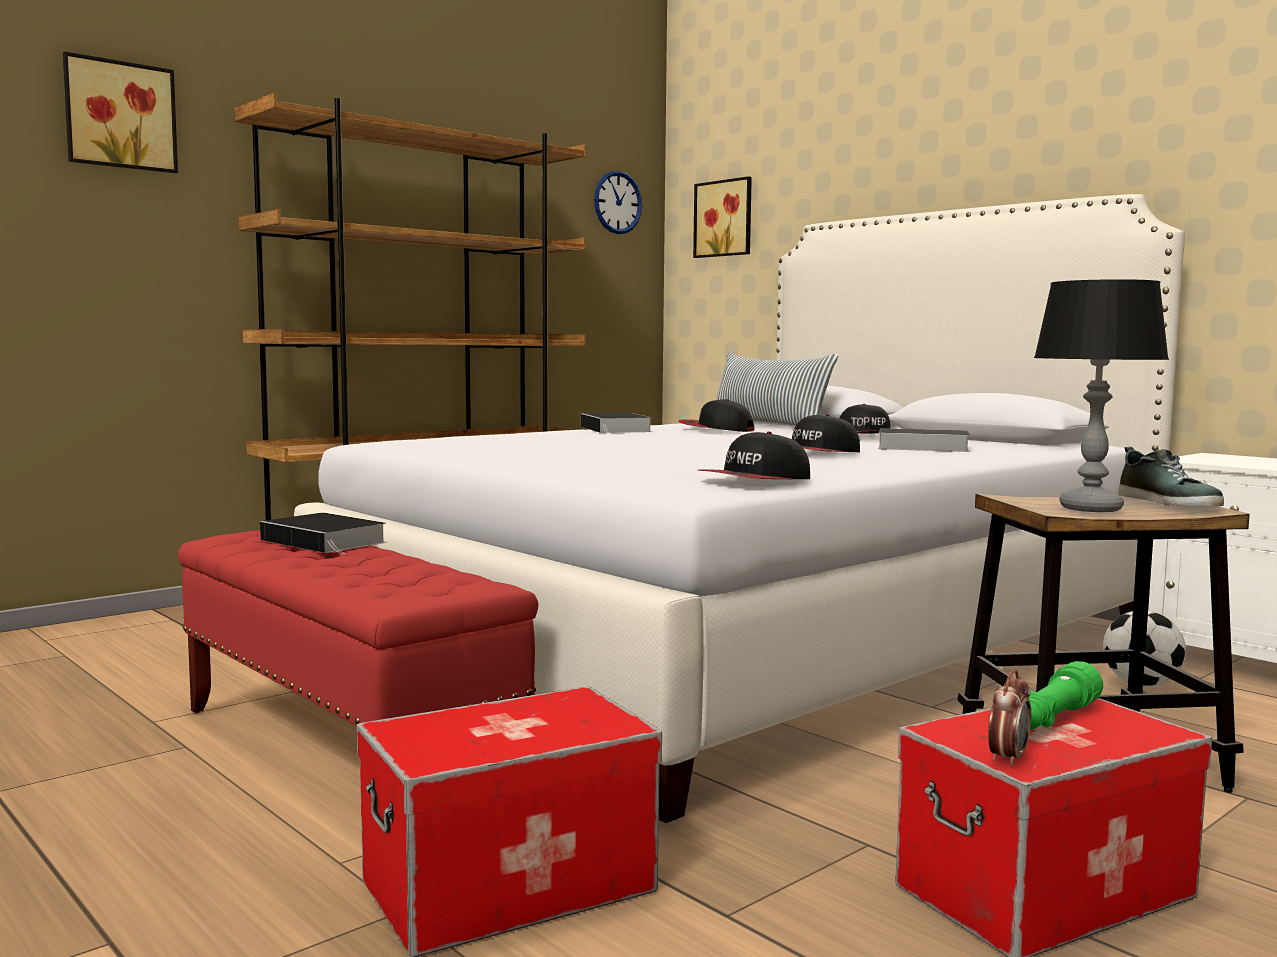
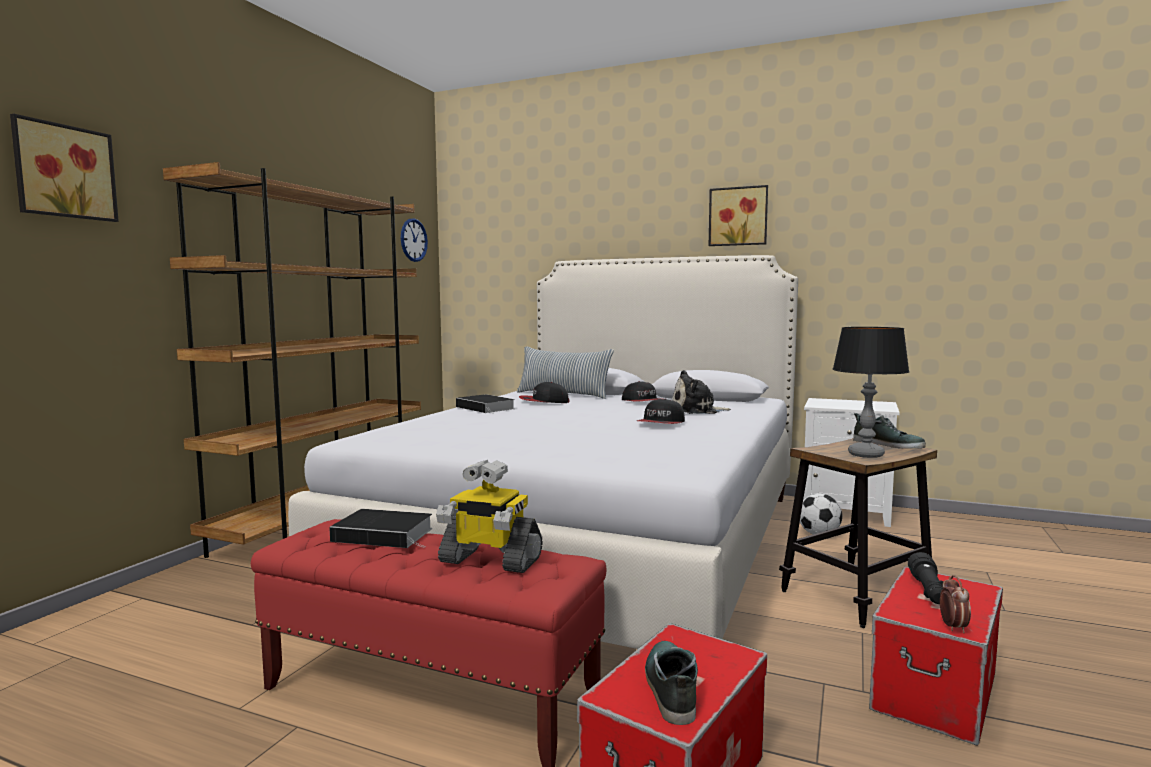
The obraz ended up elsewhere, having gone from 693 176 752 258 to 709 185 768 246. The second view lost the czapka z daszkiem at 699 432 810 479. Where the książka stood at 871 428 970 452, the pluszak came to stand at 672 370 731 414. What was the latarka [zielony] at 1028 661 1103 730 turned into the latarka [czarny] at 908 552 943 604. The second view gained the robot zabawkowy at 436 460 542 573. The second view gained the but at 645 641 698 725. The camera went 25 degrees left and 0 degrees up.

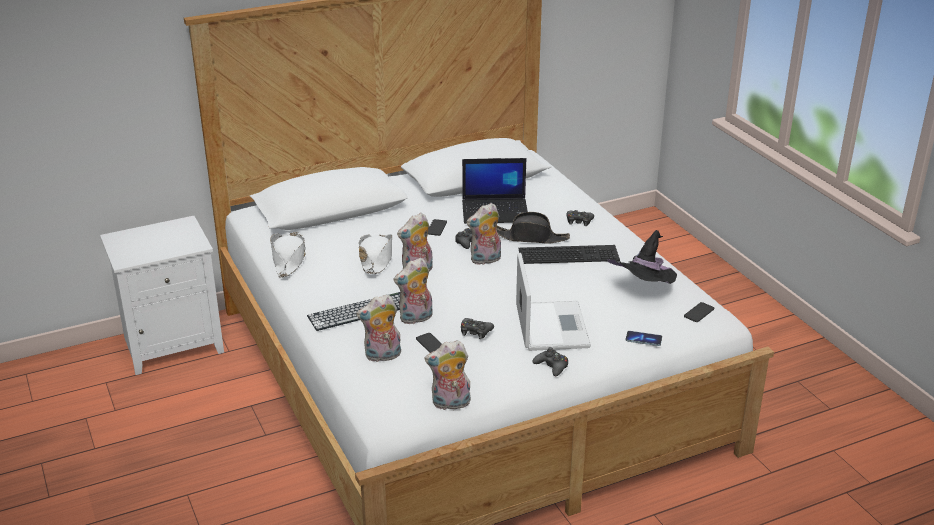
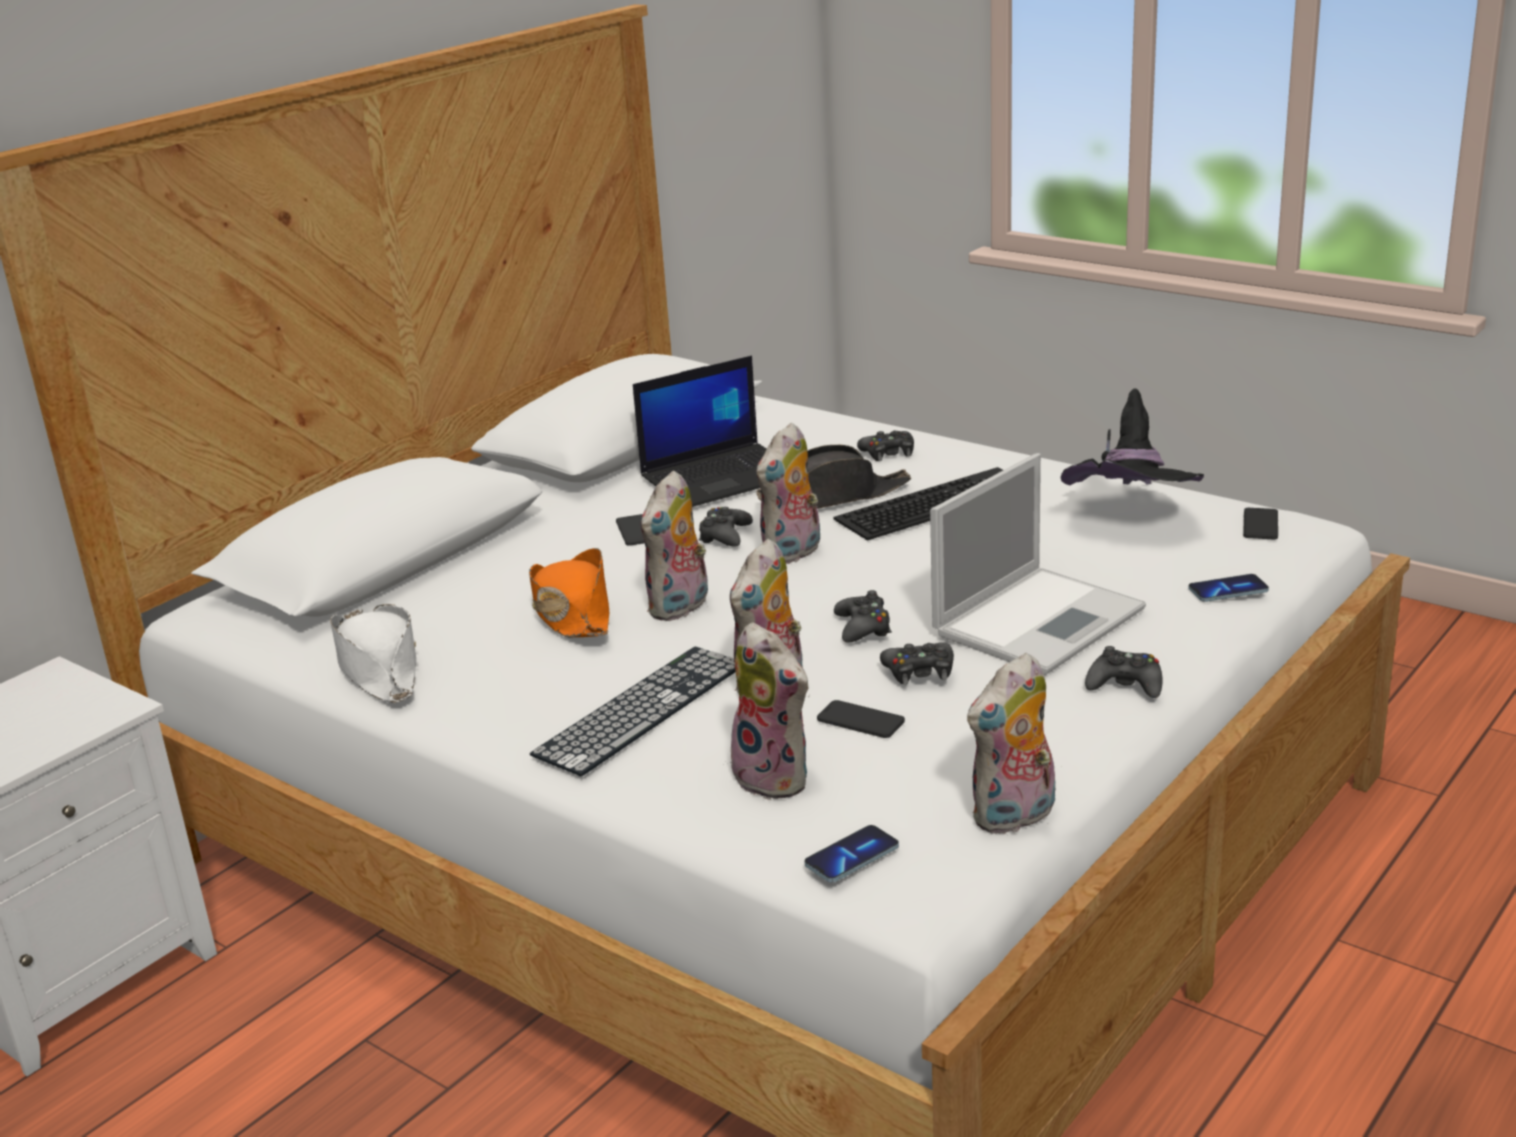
The pluszak at 356 294 401 362 ended up facing another way, 90 degrees counterclockwise from before. What was the kapelusz [biały] at 359 234 392 274 turned into the kapelusz [pomarańczowy] at 529 548 609 638. The laptop at 516 253 591 351 ended up facing another way, 75 degrees clockwise from before. The second view gained the telefon at 805 825 899 882. The second view gained the pad do gier [czarny] at 834 590 892 643. The camera went 25 degrees left and 5 degrees down.

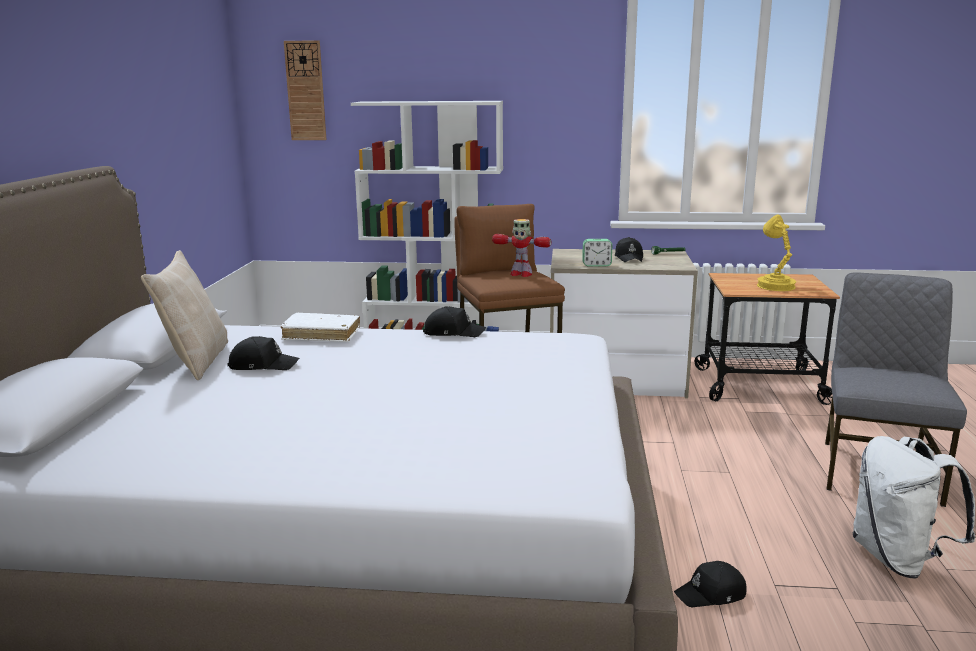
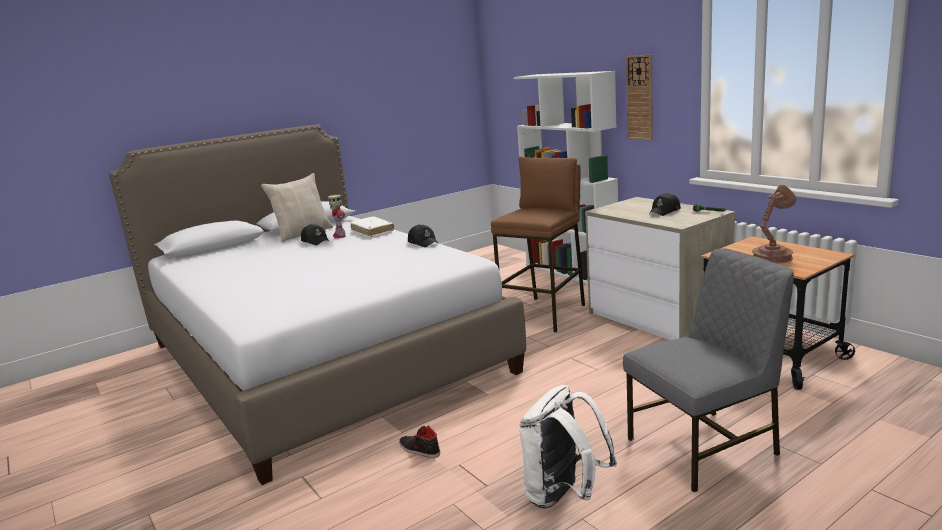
The zegar ścienny ended up elsewhere, having gone from 284 40 326 140 to 626 54 653 140. The robot zabawkowy ended up elsewhere, having gone from 492 219 551 277 to 328 195 346 238. The second view lost the budzik at 582 239 612 267. Where the czapka z daszkiem [czarny] stood at 674 561 747 607, the but [czarny] came to stand at 399 425 440 458. What was the lampa stołowa [żółty] at 757 215 796 291 turned into the lampa stołowa [brązowy] at 752 185 796 263. The camera went 50 degrees right and 0 degrees up.

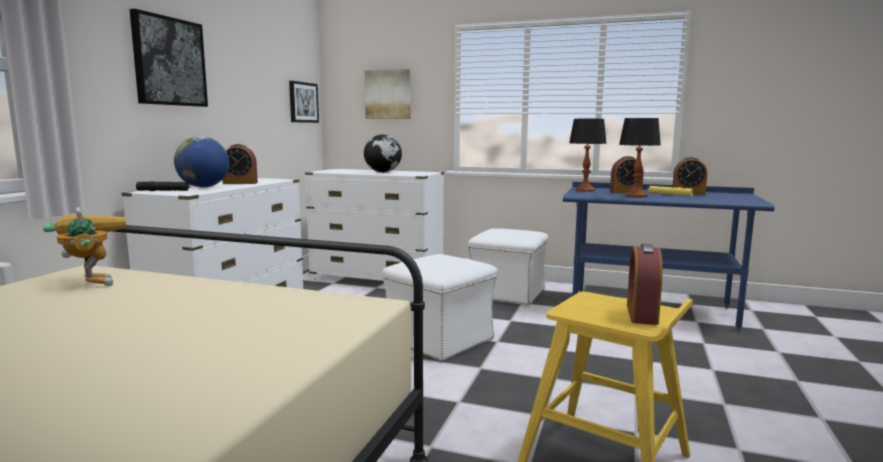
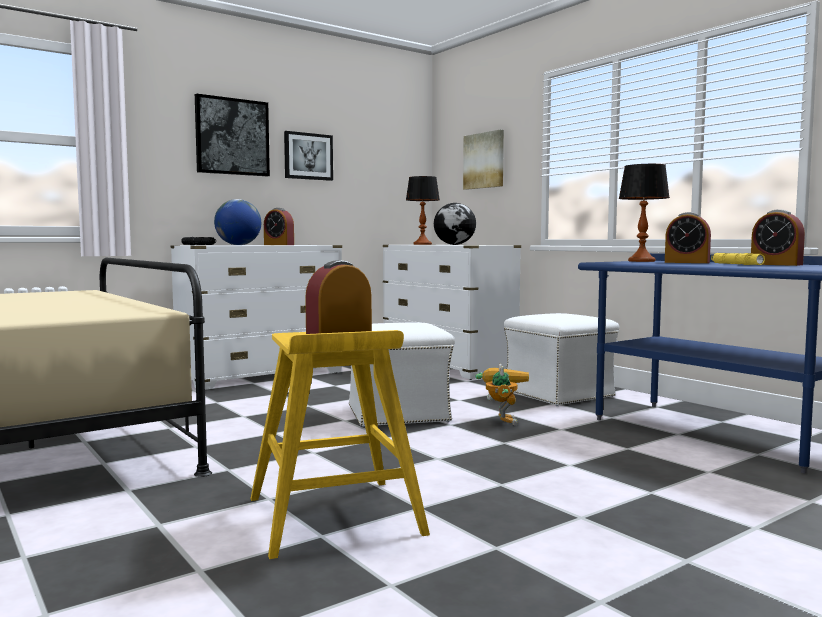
The robot zabawkowy ended up elsewhere, having gone from 43 207 127 286 to 475 363 529 426. The obraz ended up elsewhere, having gone from 289 81 319 123 to 284 131 333 181. The lampa stołowa ended up elsewhere, having gone from 619 118 661 197 to 406 176 440 245. The camera went 35 degrees right and 5 degrees down.

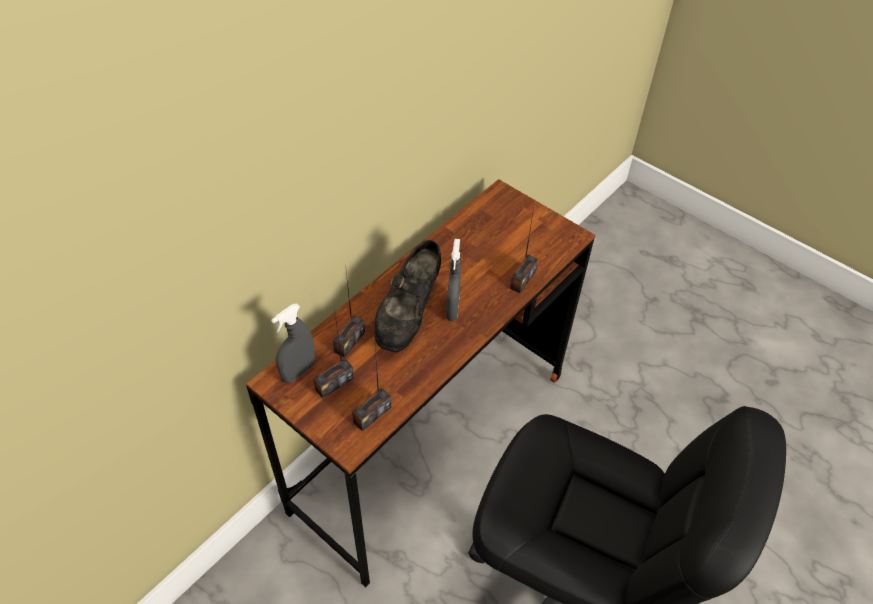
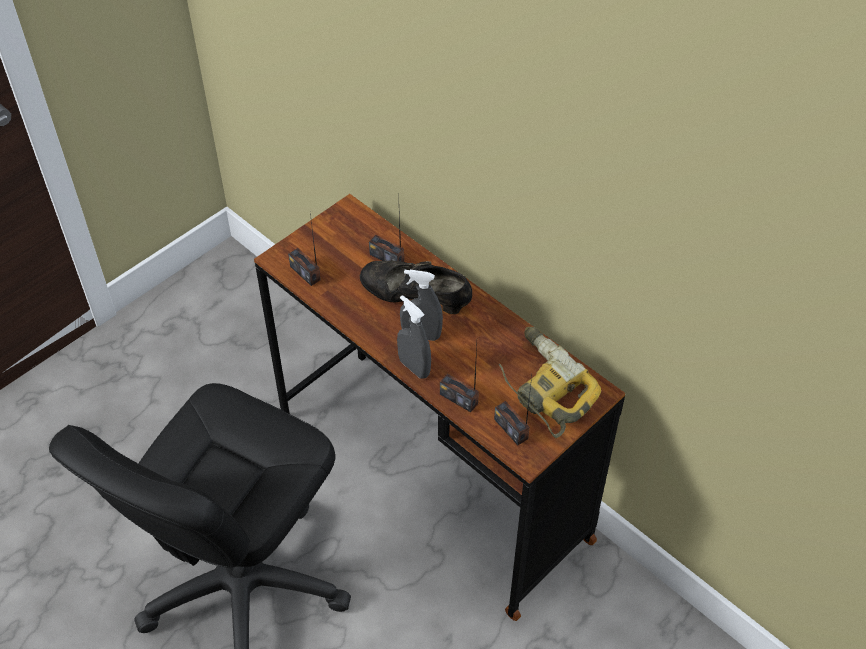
The spryskiwacz [szary] ended up elsewhere, having gone from 271 303 315 383 to 397 295 431 379. The radio ended up elsewhere, having gone from 313 314 354 398 to 494 377 532 445. The second view gained the wiertarka at 499 327 601 438. The camera went 95 degrees right and 0 degrees up.

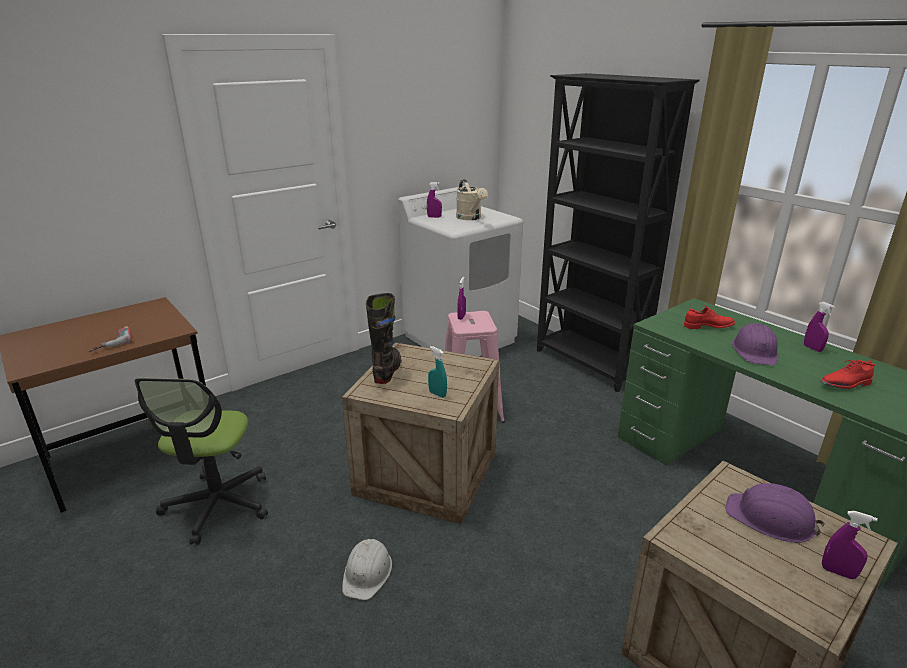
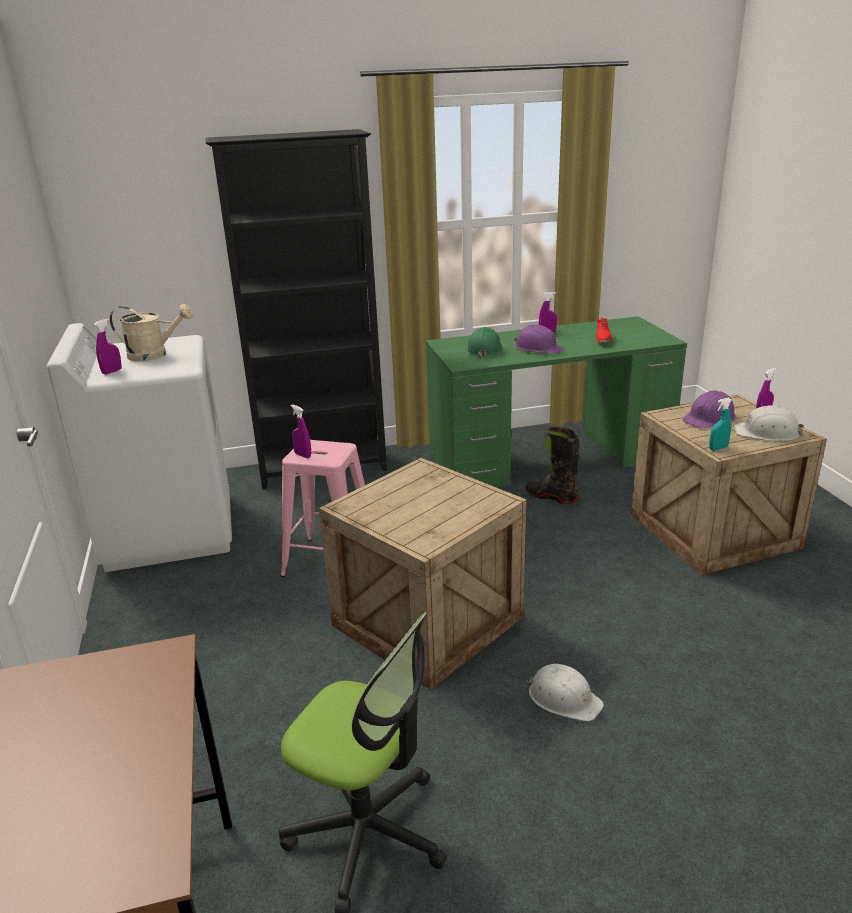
The second view lost the wiertarka at 89 326 132 352. The but z cholewką [czarny] ended up elsewhere, having gone from 366 293 402 384 to 525 427 581 504. The spryskiwacz [turkusowy] ended up elsewhere, having gone from 428 346 447 398 to 709 398 732 451. Where the but [czerwony] stood at 684 305 735 329, the kask [zielony] came to stand at 466 327 502 359. The second view gained the kask [biały] at 734 405 804 441. The camera went 65 degrees left and 0 degrees up.

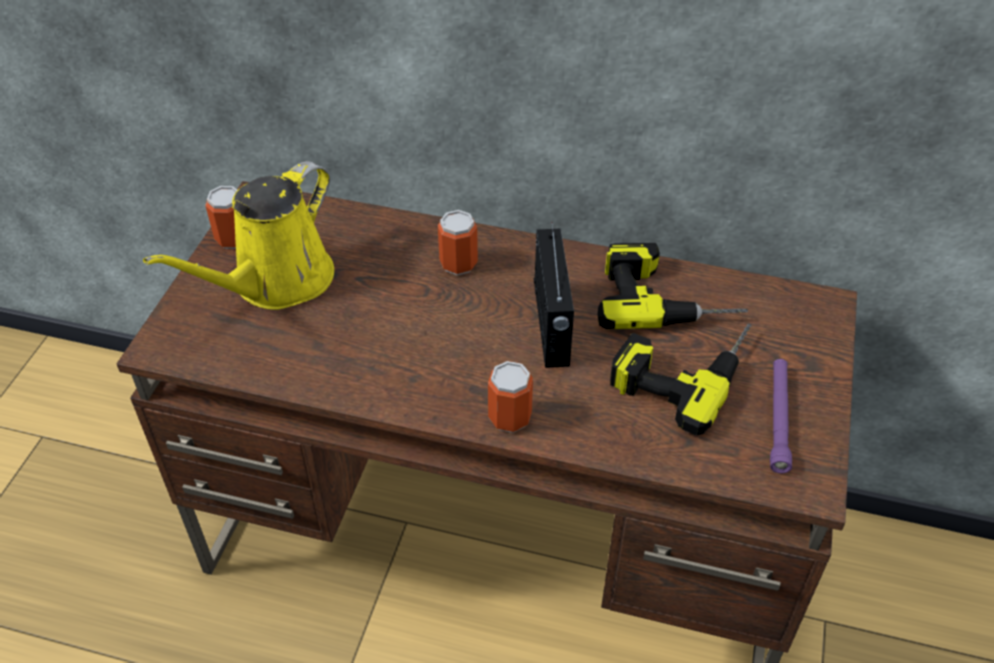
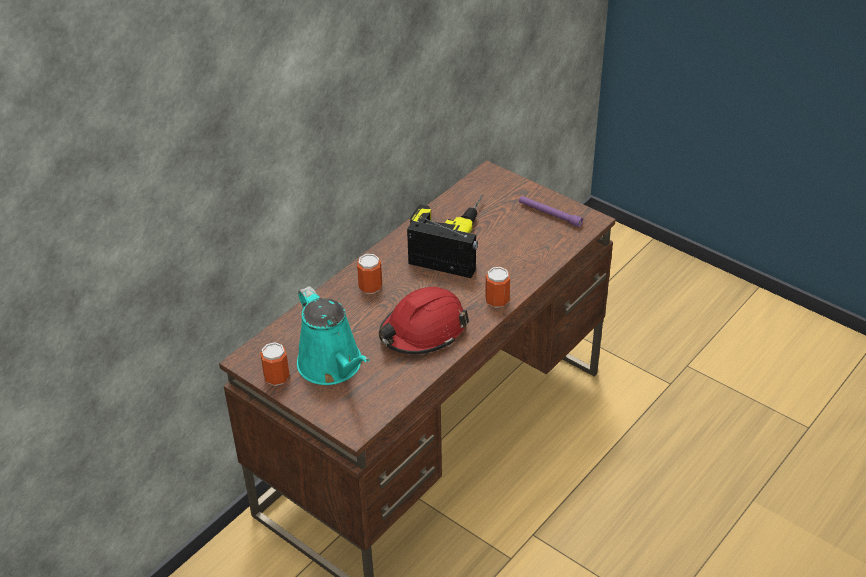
What was the konewka [żółty] at 143 161 334 310 turned into the konewka [turkusowy] at 297 286 369 385. The second view lost the wiertarka at 610 324 752 436. The second view gained the kask [czerwony] at 379 287 469 354. The camera went 65 degrees left and 5 degrees down.

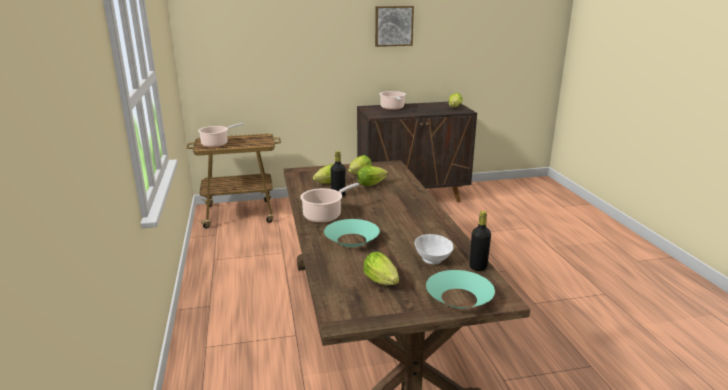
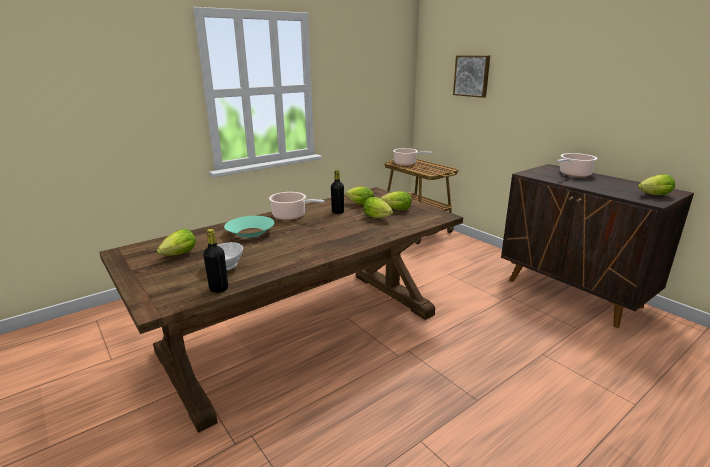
The obraz ended up elsewhere, having gone from 375 6 414 47 to 453 56 490 98. The second view lost the miska [turkusowy] at 426 270 495 308. The camera went 65 degrees right and 0 degrees up.

